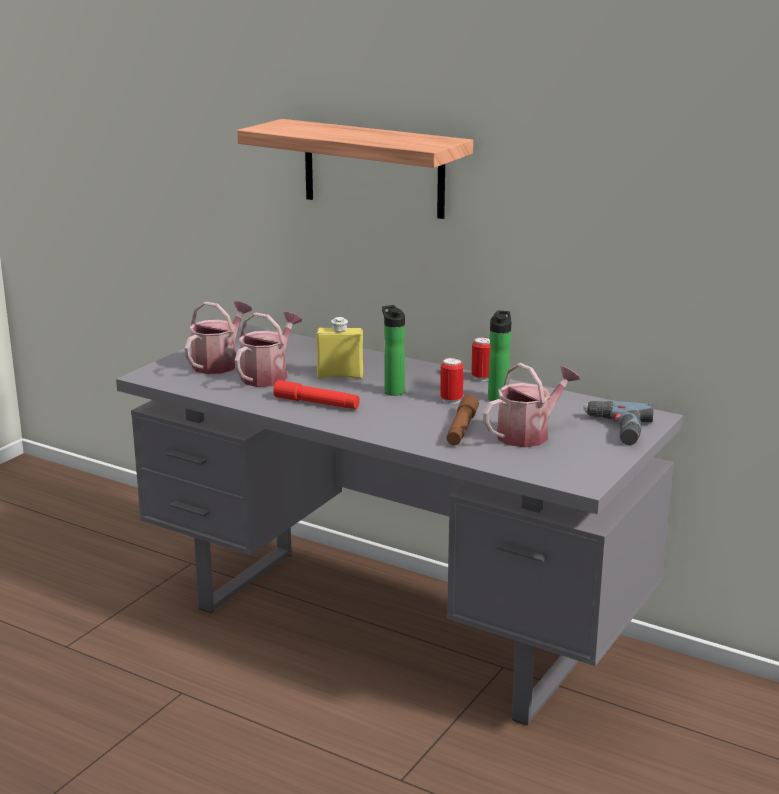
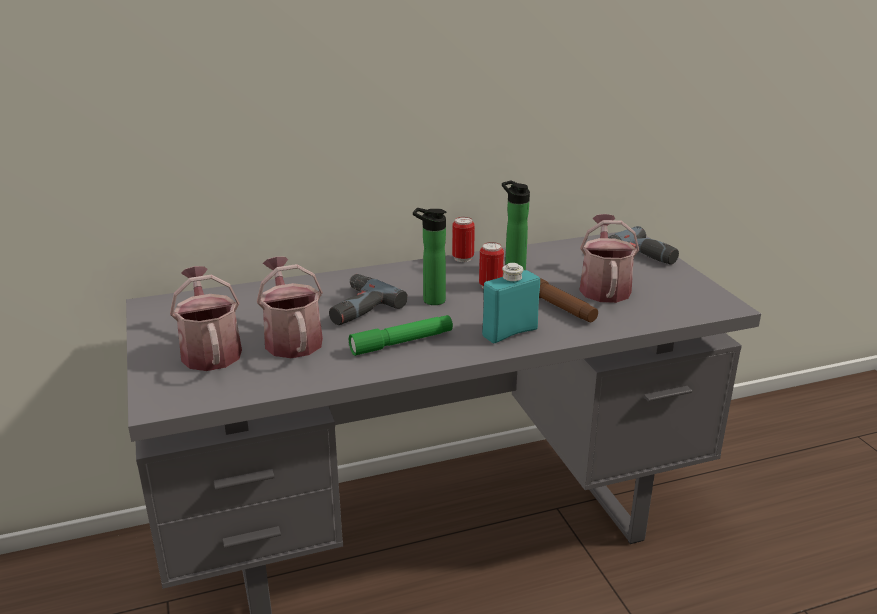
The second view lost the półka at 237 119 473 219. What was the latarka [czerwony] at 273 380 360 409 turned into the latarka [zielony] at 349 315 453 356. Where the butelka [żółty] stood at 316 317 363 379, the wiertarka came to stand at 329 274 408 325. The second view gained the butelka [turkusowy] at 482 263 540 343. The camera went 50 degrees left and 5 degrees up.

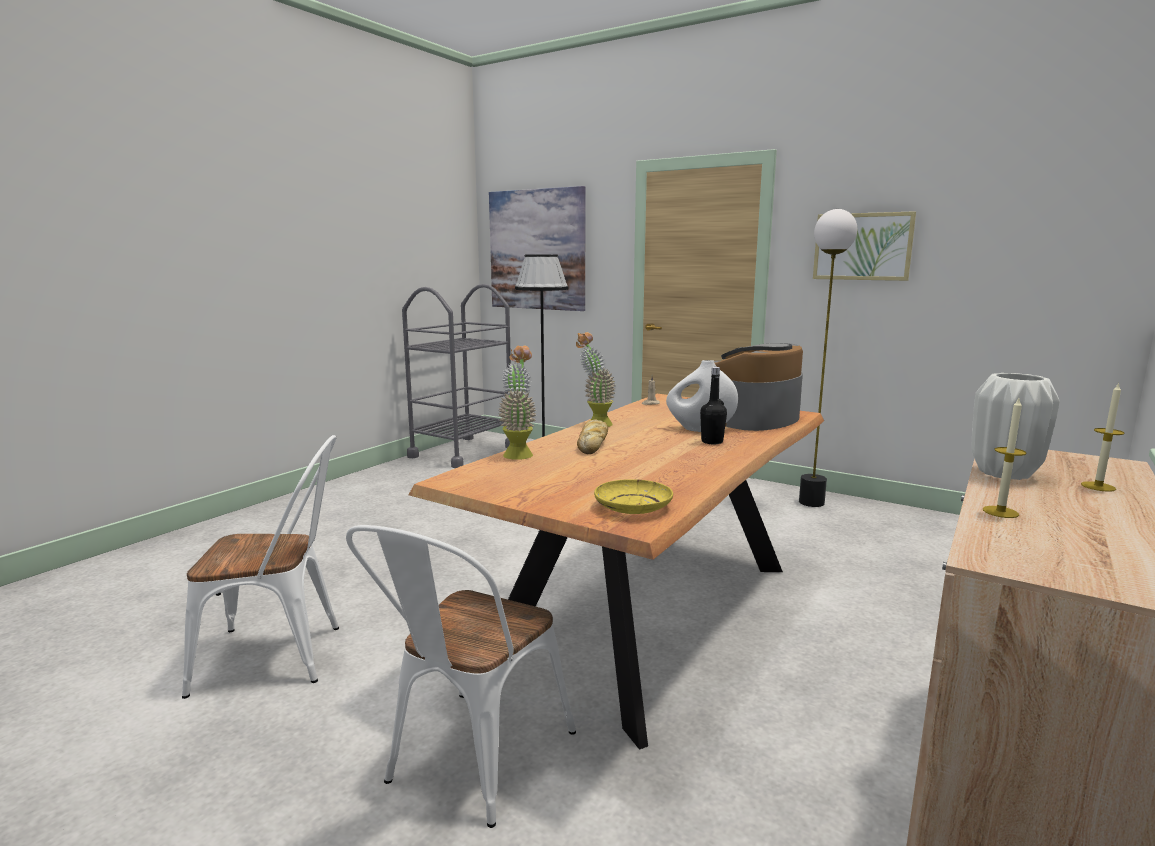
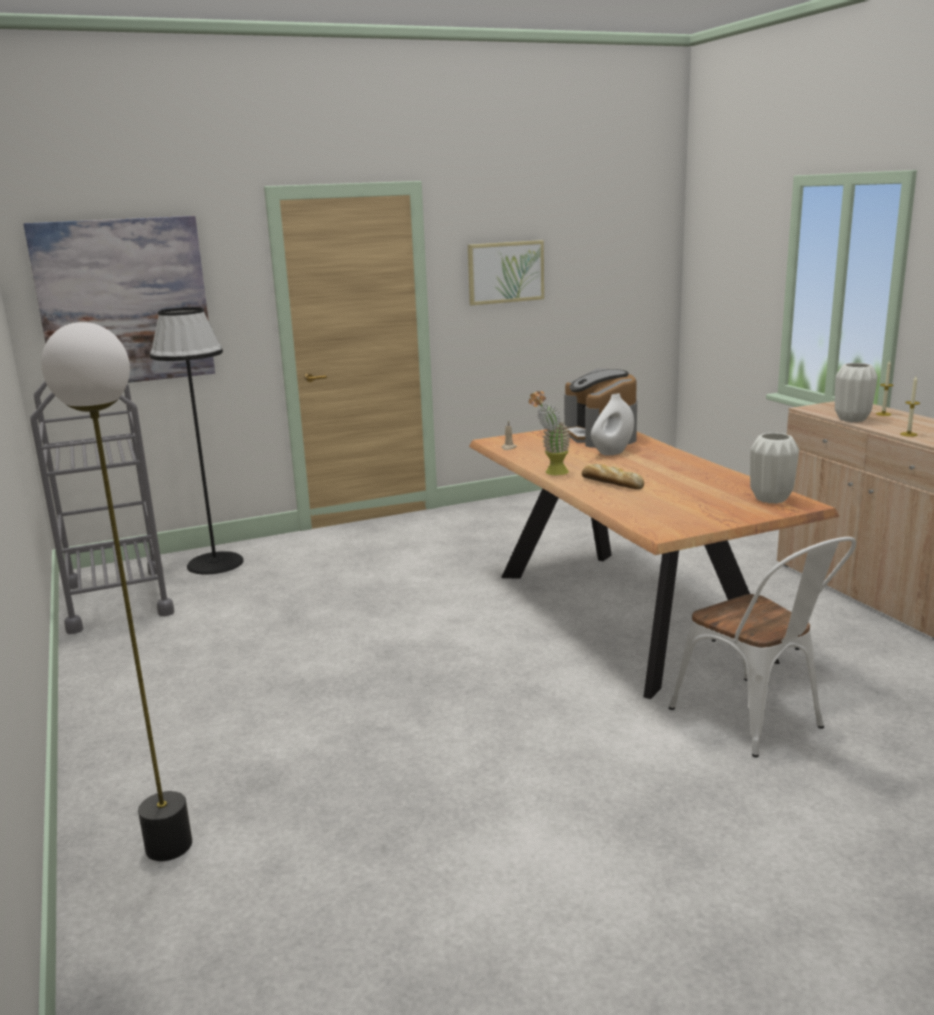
The second view lost the krzesło [biały] at 182 435 339 699. The second view lost the roślina doniczkowa at 498 345 536 460. Where the talerz [żółty] stood at 594 479 673 514, the wazon [biały] came to stand at 750 433 799 503. The second view lost the butelka [czarny] at 700 367 727 444. The lampa stojąca ended up elsewhere, having gone from 799 209 857 507 to 41 322 192 861. The camera went 55 degrees left and 5 degrees up.

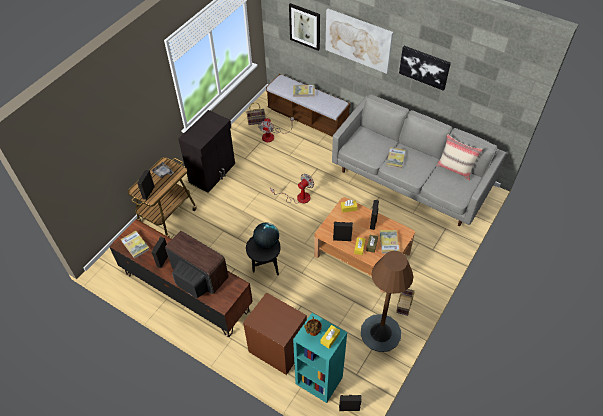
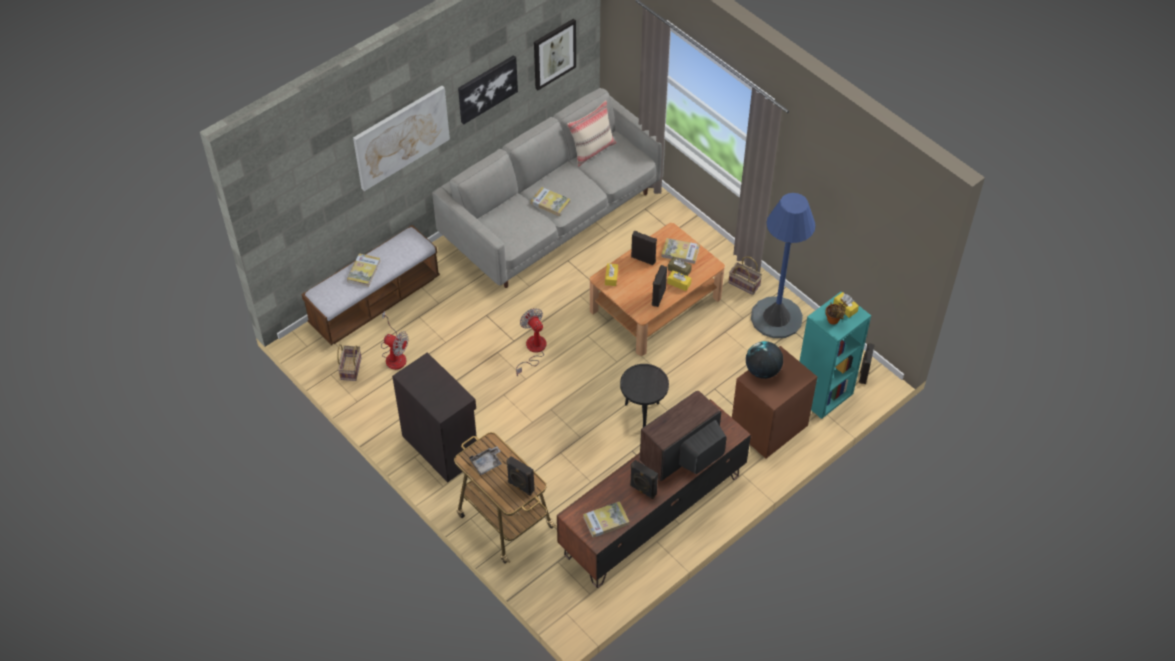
The globus ended up elsewhere, having gone from 253 222 279 249 to 746 341 783 379. The obraz ended up elsewhere, having gone from 289 3 320 51 to 534 19 576 90. What was the lampa stojąca [brązowy] at 361 251 413 352 turned into the lampa stojąca [niebieski] at 751 193 816 338. The camera went 75 degrees left and 0 degrees up.

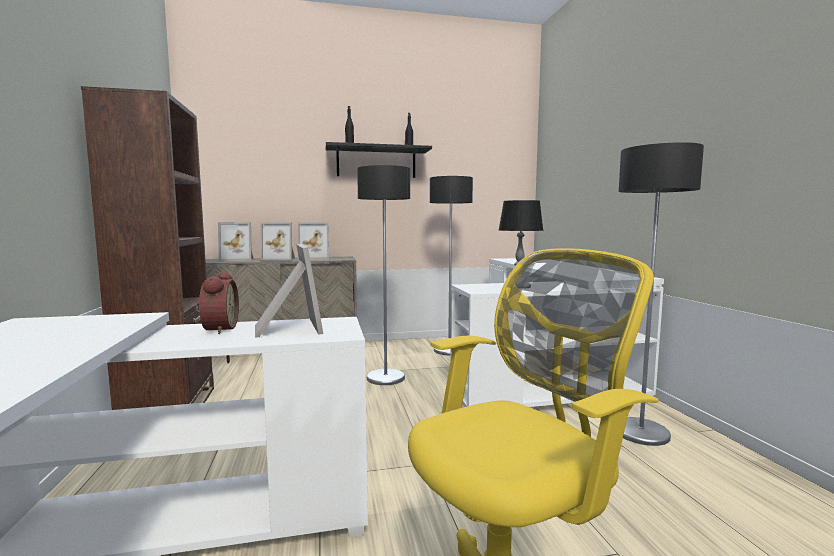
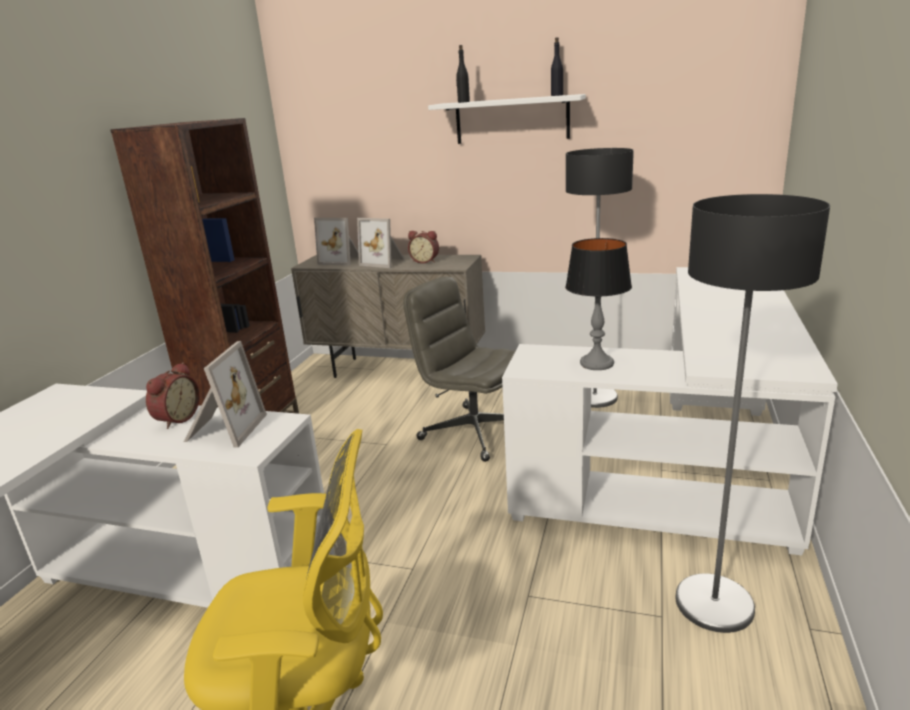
Where the ramka na zdjęcie stood at 298 222 329 260, the budzik came to stand at 408 231 439 264. What was the półka [czarny] at 326 142 432 178 turned into the półka [biały] at 428 94 586 144. Where the lampa stojąca stood at 357 165 410 385, the krzesło biurowe [szary] came to stand at 403 277 516 462. The camera went 30 degrees right and 15 degrees up.

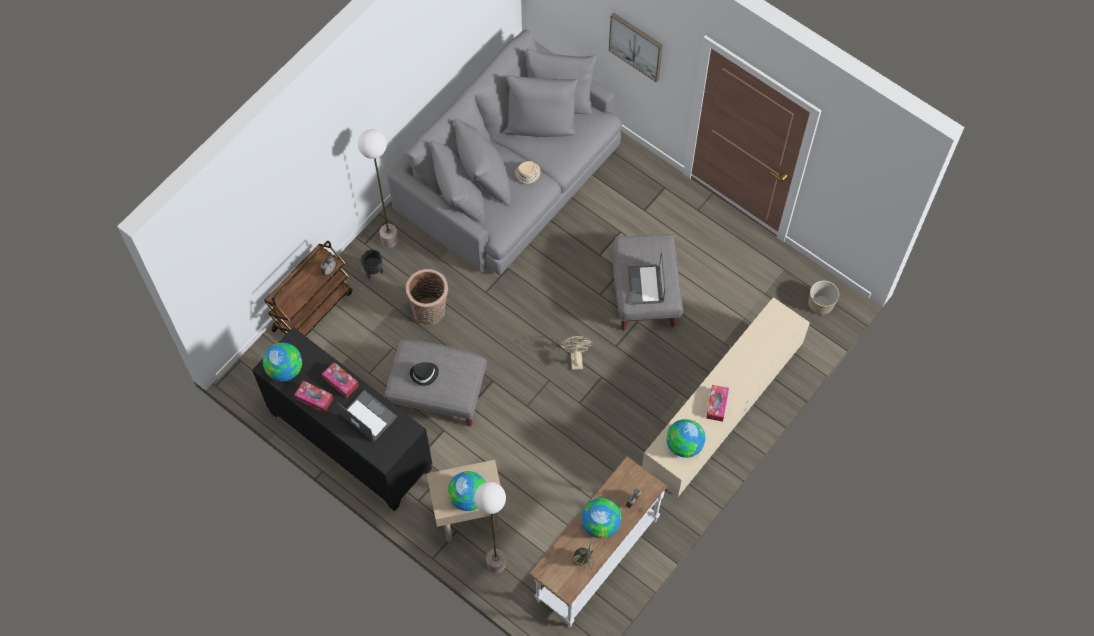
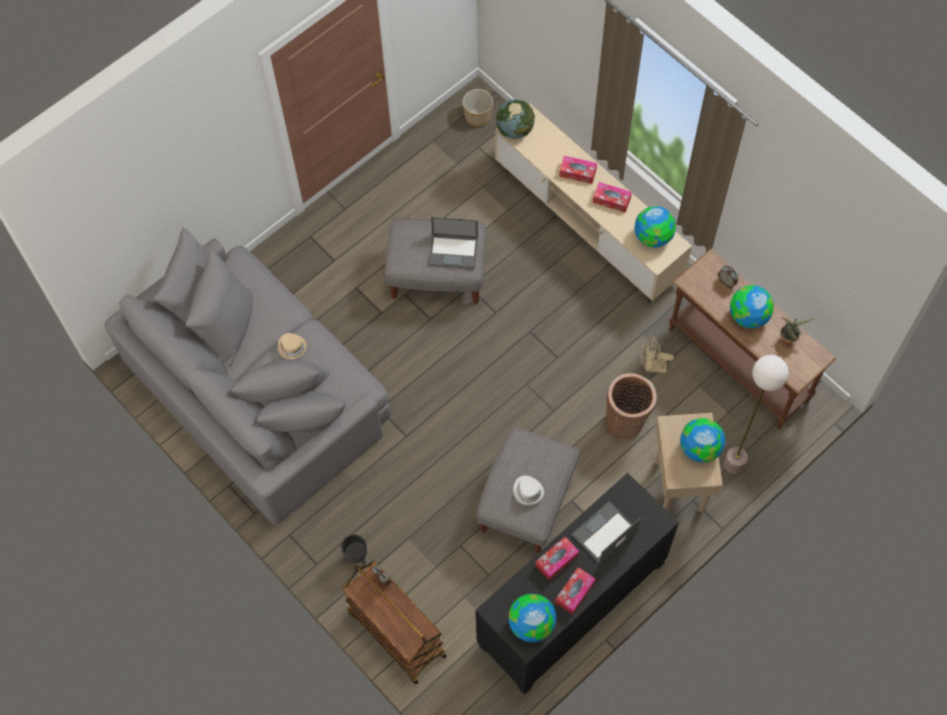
The second view lost the lampa stojąca at 358 129 398 248. The koszyk ended up elsewhere, having gone from 406 269 448 326 to 606 373 657 440. What was the kapelusz [czarny] at 410 362 439 386 turned into the kapelusz [biały] at 514 476 544 505. What was the stolik konsolowy [biały] at 529 456 667 627 turned into the stolik konsolowy [brązowy] at 669 249 836 429. The wentylator [beżowy] ended up elsewhere, having gone from 560 336 593 370 to 641 337 674 373. The second view lost the obraz at 609 12 663 82. The second view gained the globus at 496 99 535 139. The second view gained the pudełko chusteczek at 559 156 597 184. The camera went 80 degrees left and 0 degrees up.

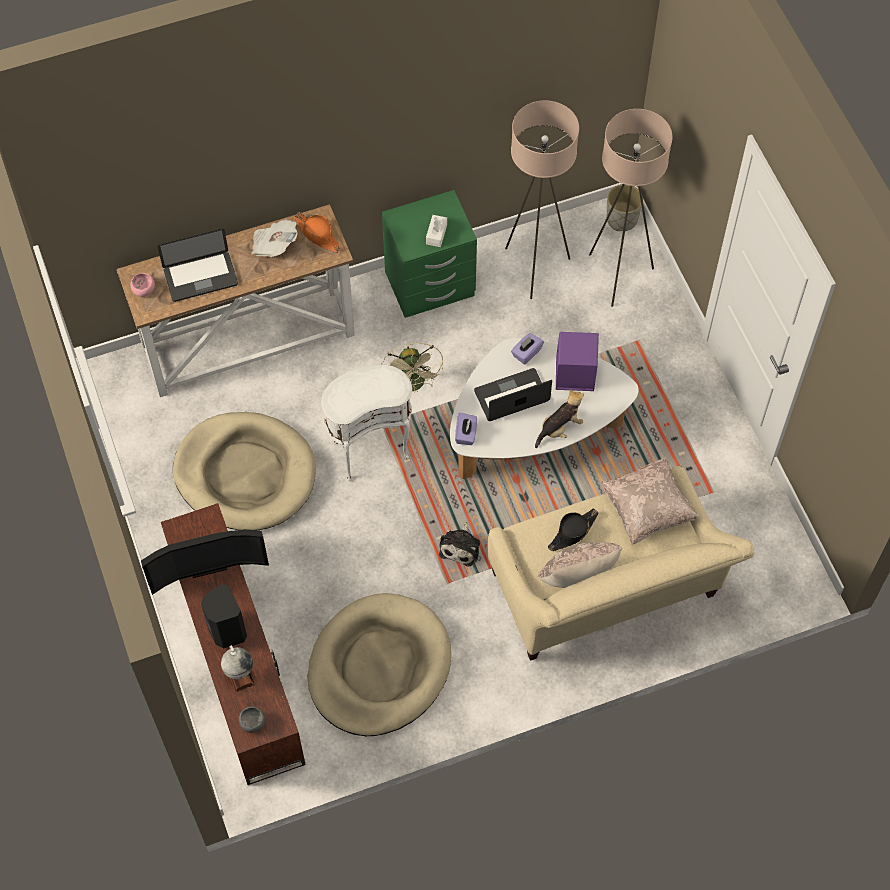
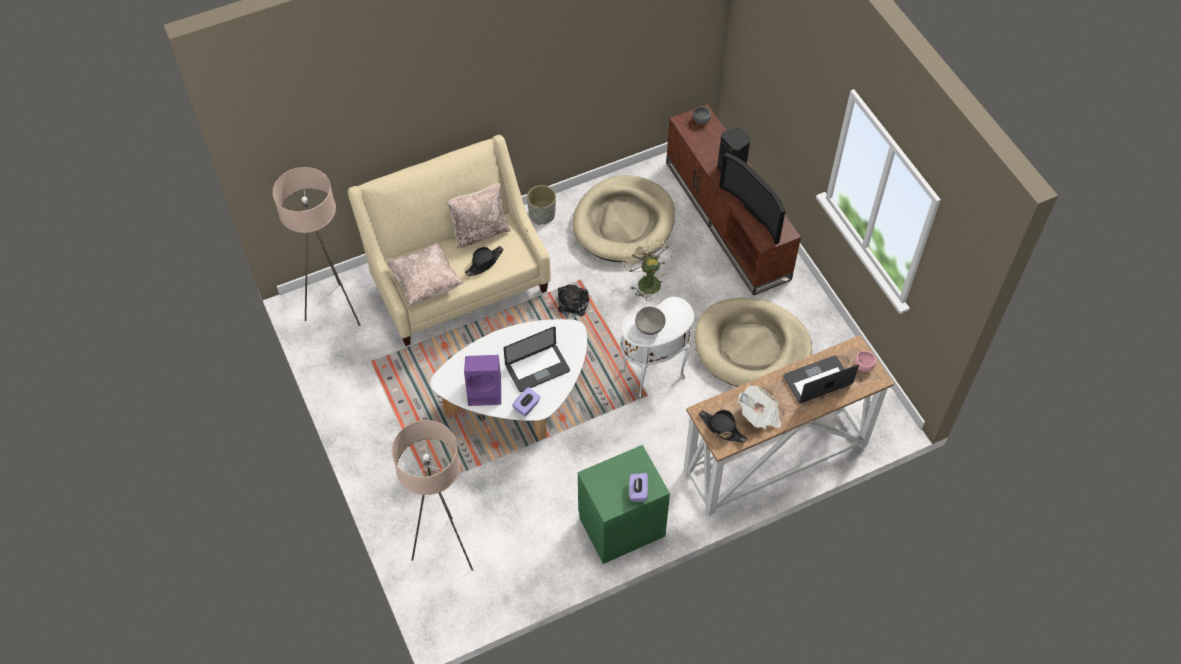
The telewizor at 141 529 269 595 ended up facing another way, 105 degrees counterclockwise from before. The second view lost the globus at 221 645 255 692. What was the kapelusz [pomarańczowy] at 294 212 341 252 turned into the kapelusz [czarny] at 699 410 748 443. The wentylator [beżowy] ended up elsewhere, having gone from 381 343 443 393 to 623 238 673 301. The second view lost the pudełko chusteczek [biały] at 426 215 447 247. The pudełko chusteczek [fioletowy] ended up elsewhere, having gone from 455 412 477 445 to 629 473 648 502. The lampa stojąca [beżowy] ended up elsewhere, having gone from 505 100 579 299 to 273 167 360 326. The second view lost the pluszak at 535 389 584 448. The donica [szary] ended up elsewhere, having gone from 607 184 643 231 to 527 185 556 225. The second view gained the miska [szary] at 635 307 666 335. The camera went 175 degrees right and 5 degrees down.

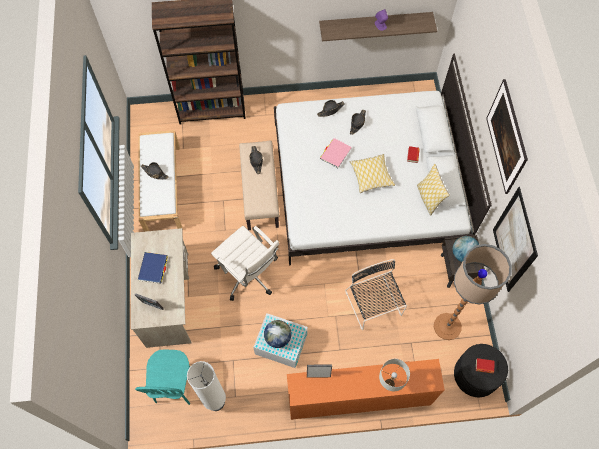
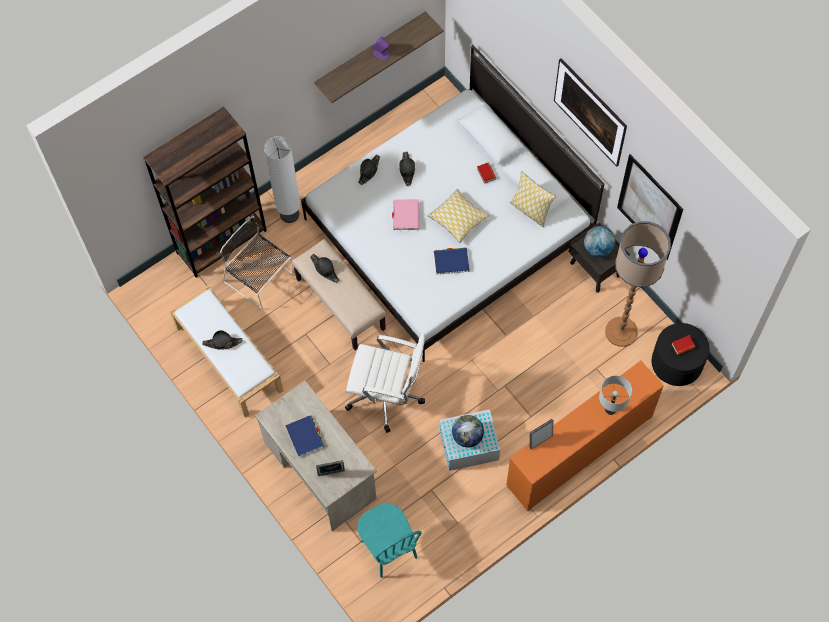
The lampa stojąca [biały] ended up elsewhere, having gone from 187 361 226 411 to 264 136 301 223. The krzesło [czarny] ended up elsewhere, having gone from 345 259 407 330 to 220 216 294 309. The second view gained the książka [niebieski] at 434 248 470 275. The camera went 30 degrees left and 0 degrees up.

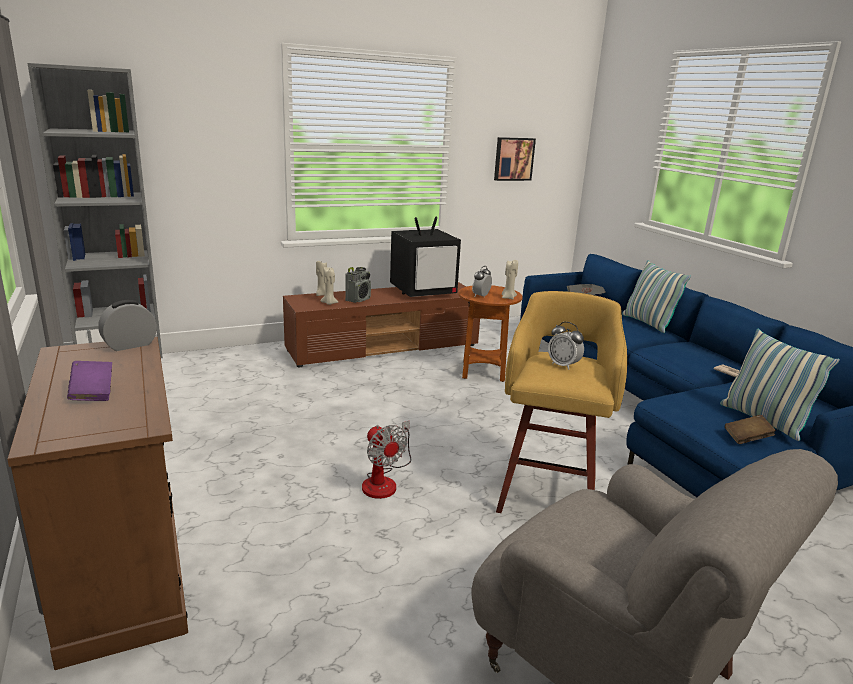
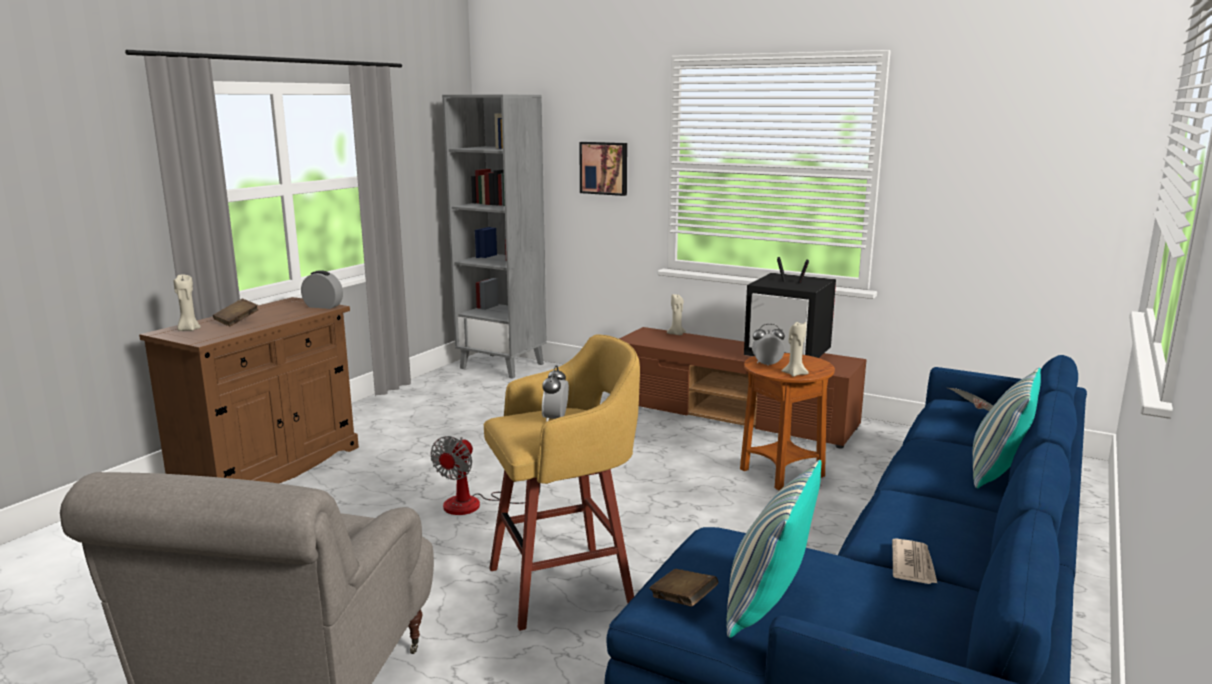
What was the książka [fioletowy] at 67 361 112 401 turned into the książka [brązowy] at 213 299 259 326. The świeca [beżowy] ended up elsewhere, having gone from 321 267 338 305 to 174 274 200 331. The second view lost the radio at 345 267 371 303. The obraz ended up elsewhere, having gone from 494 137 536 181 to 579 142 627 196. The camera went 55 degrees right and 5 degrees down.

